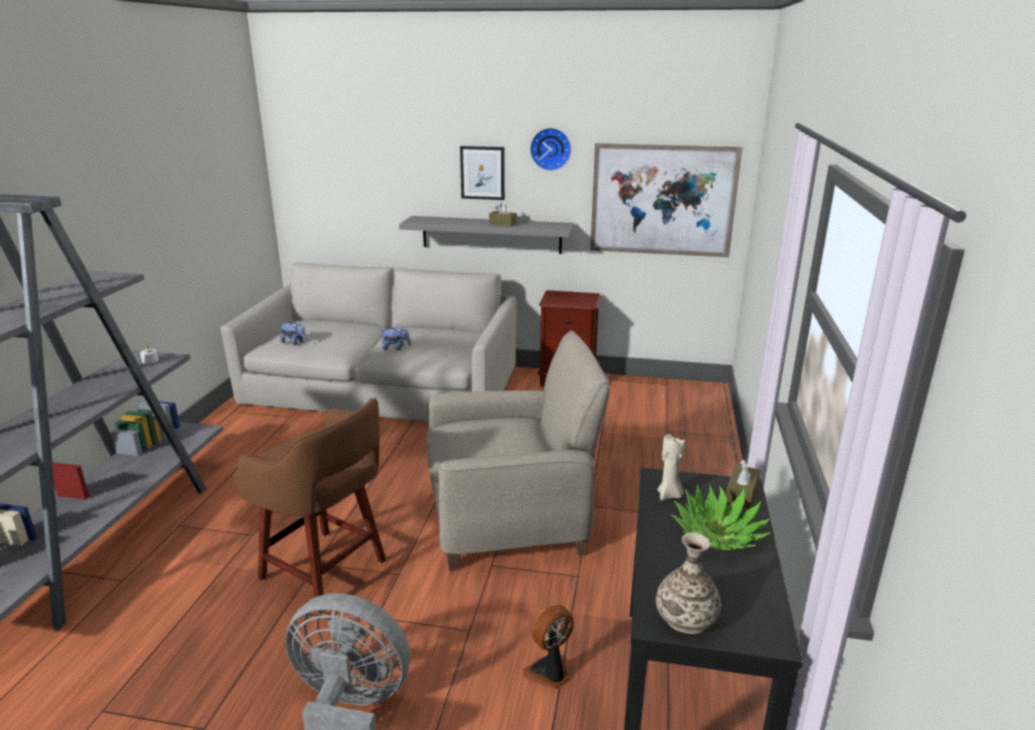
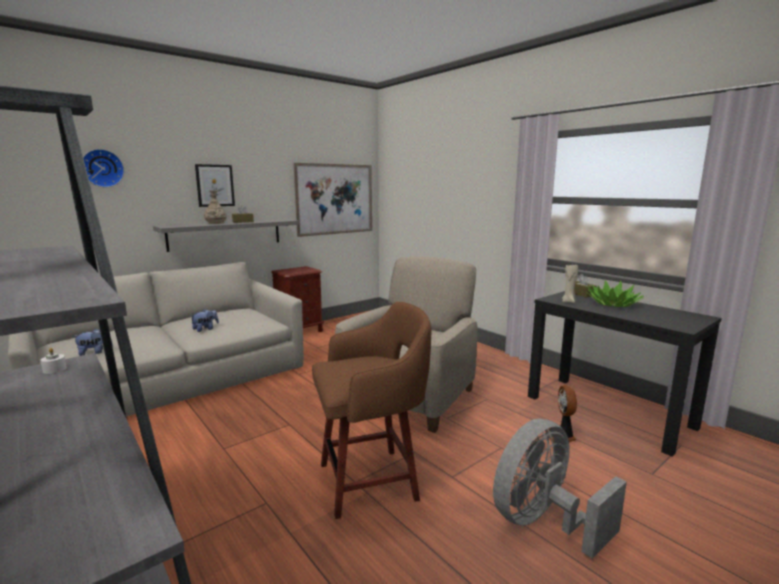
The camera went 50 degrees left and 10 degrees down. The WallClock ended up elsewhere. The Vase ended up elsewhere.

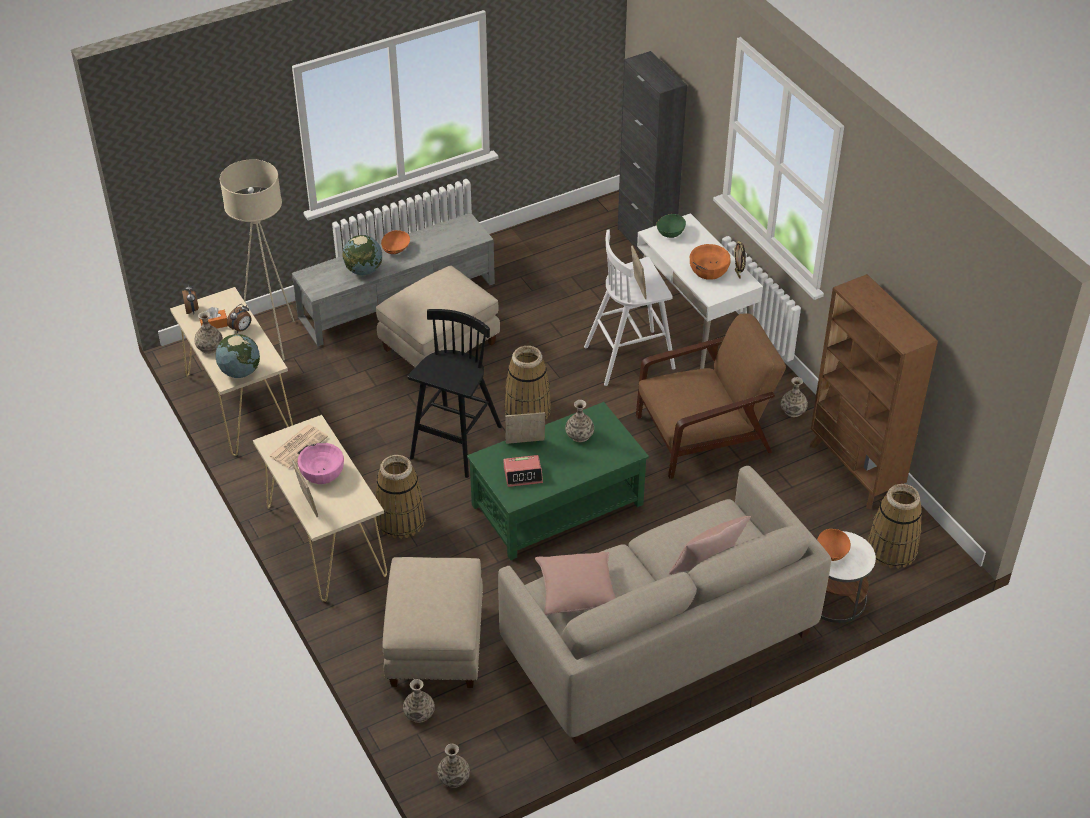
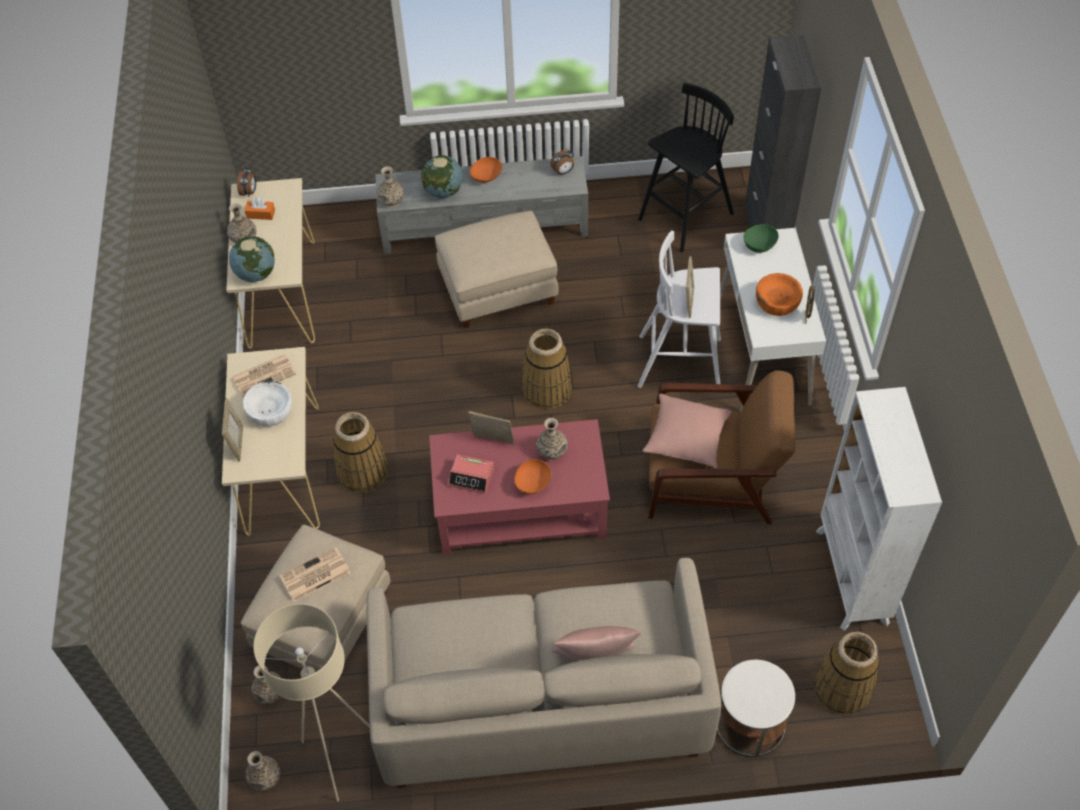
The camera went 25 degrees right and 10 degrees up. The BeigeFloorLamp ended up elsewhere. What was the BrownBookcase turned into the WhiteBookcase. The AlarmClock (2nd from left in the first image) ended up elsewhere. The BlackStool ended up elsewhere. The Vase (5th from left in the first image) ended up elsewhere. What was the GreenCoffeeTable turned into the RedCoffeeTable. What was the PinkBowl turned into the WhiteBowl. The OrangeBowl (3rd from left in the first image) ended up elsewhere. The PinkPillow (1st from left in the first image) ended up elsewhere. The second view gained the Newspaper (2nd from left).

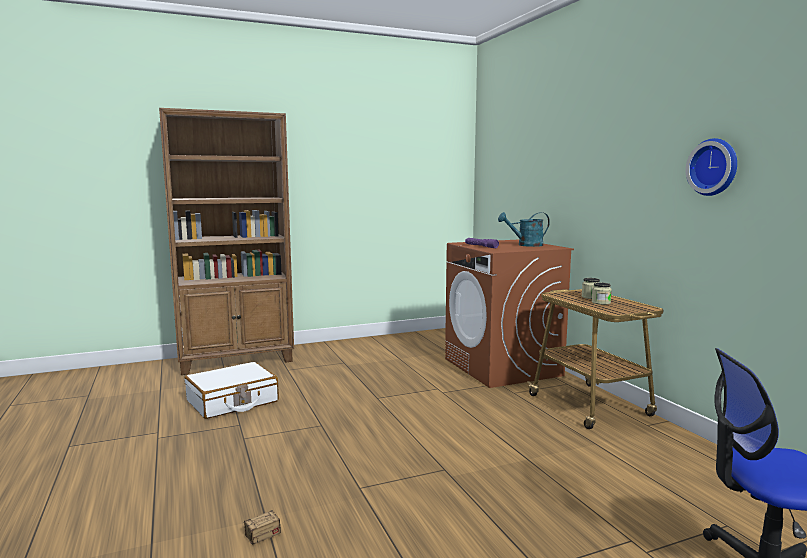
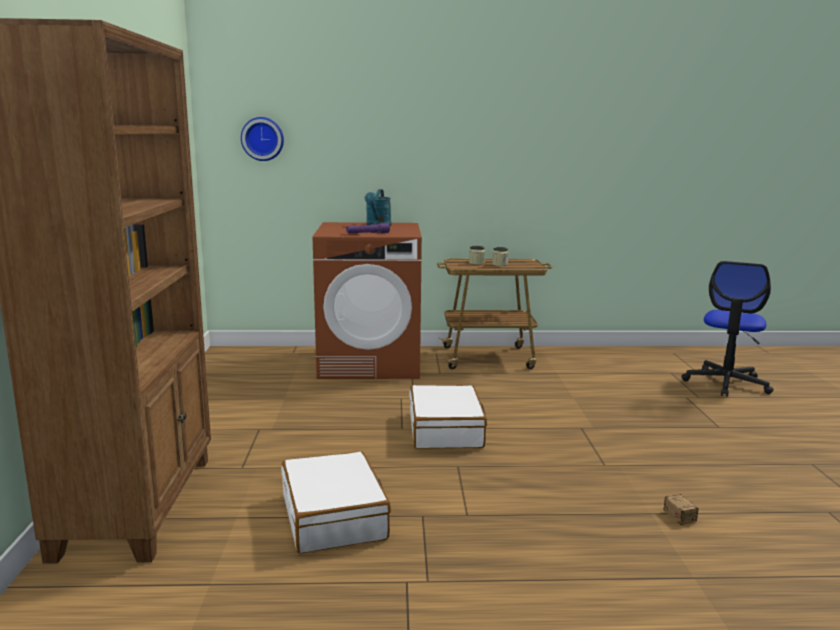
The camera went 70 degrees left and 5 degrees up. The WallClock ended up elsewhere. The second view gained the WhiteSuitcase (2nd from left).

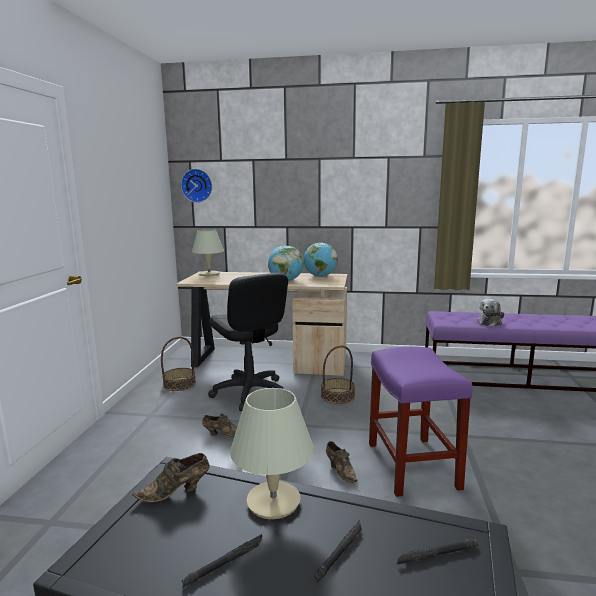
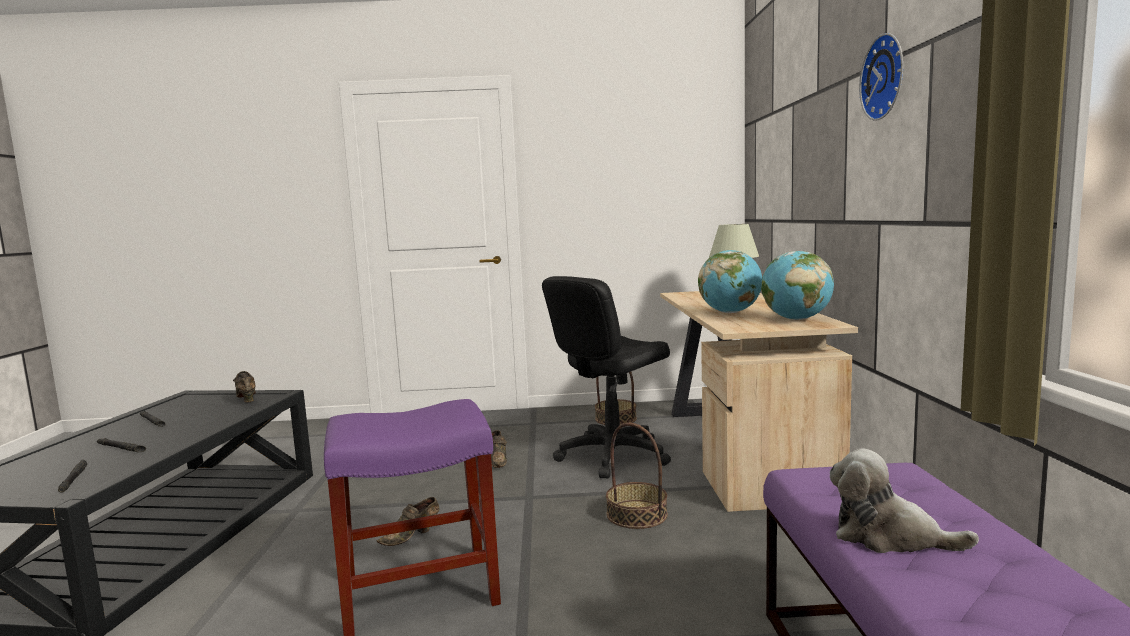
The camera went 80 degrees right and 5 degrees down. The WallClock ended up elsewhere. The second view lost the BeigeTableLamp (2nd from left).

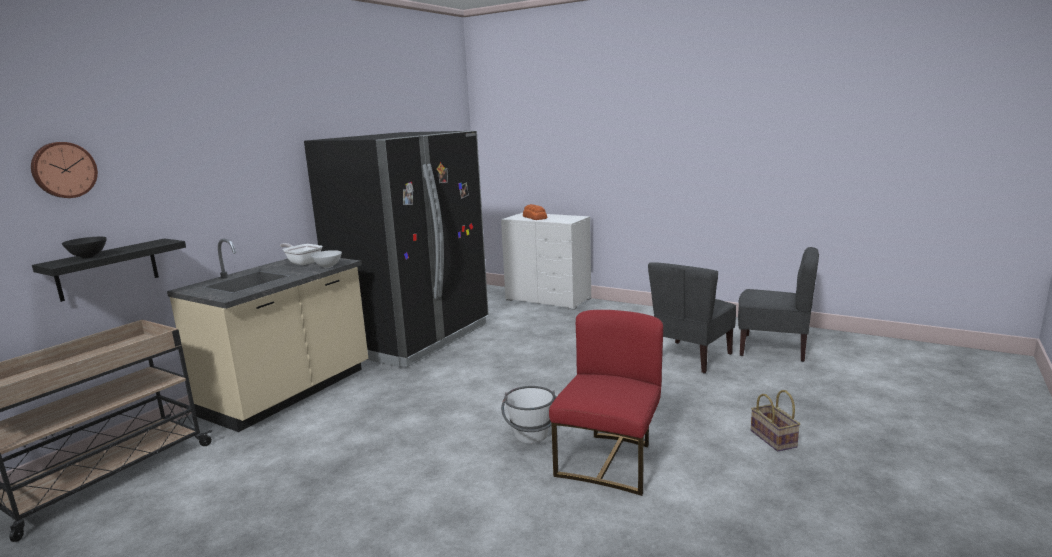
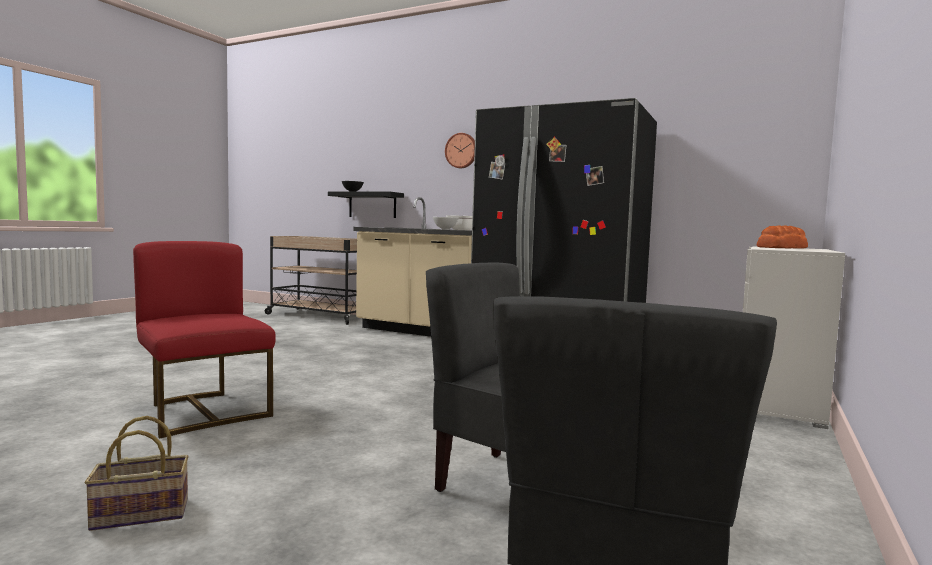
The camera went 85 degrees right and 10 degrees down. The WallClock ended up elsewhere. The RedChair ended up facing another way, 150 degrees counterclockwise from before. The second view lost the WhiteBucket.

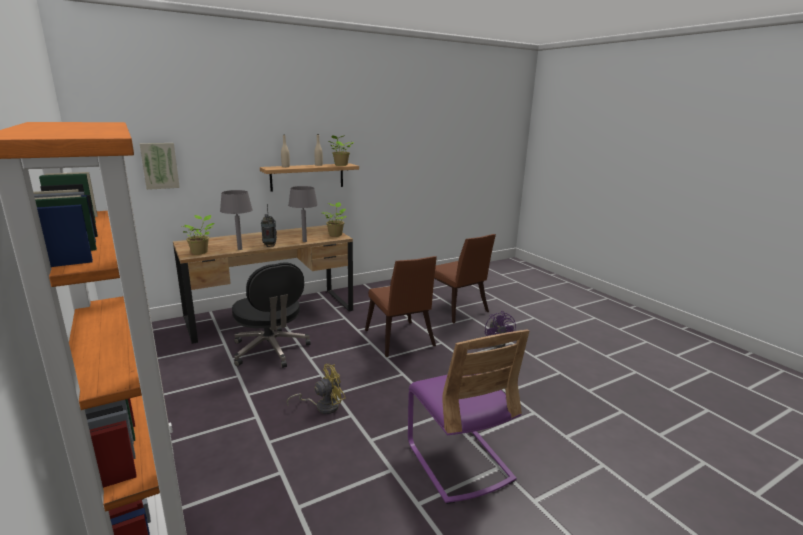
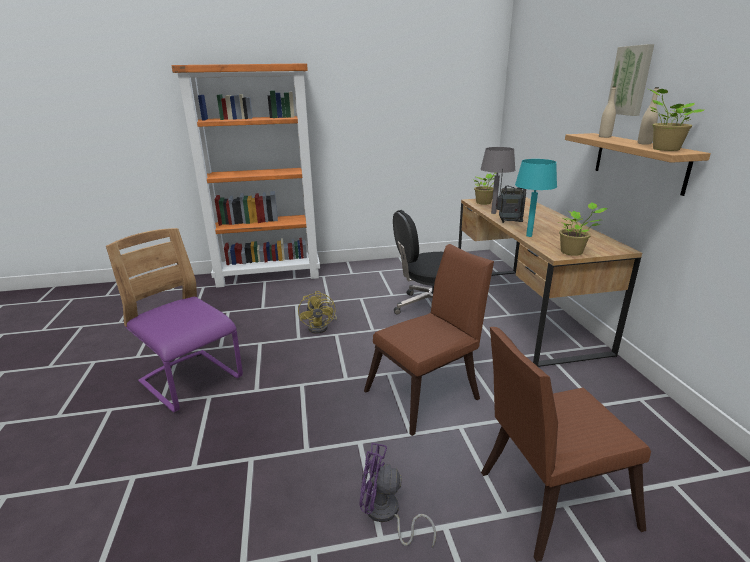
The camera went 110 degrees right and 5 degrees up. The Picture ended up elsewhere. What was the GreyTableLamp (2nd from left) turned into the TurquoiseTableLamp. The BrownChair (1st from left) ended up facing another way, 150 degrees clockwise from before. The PurpleChair ended up facing another way, 45 degrees clockwise from before.

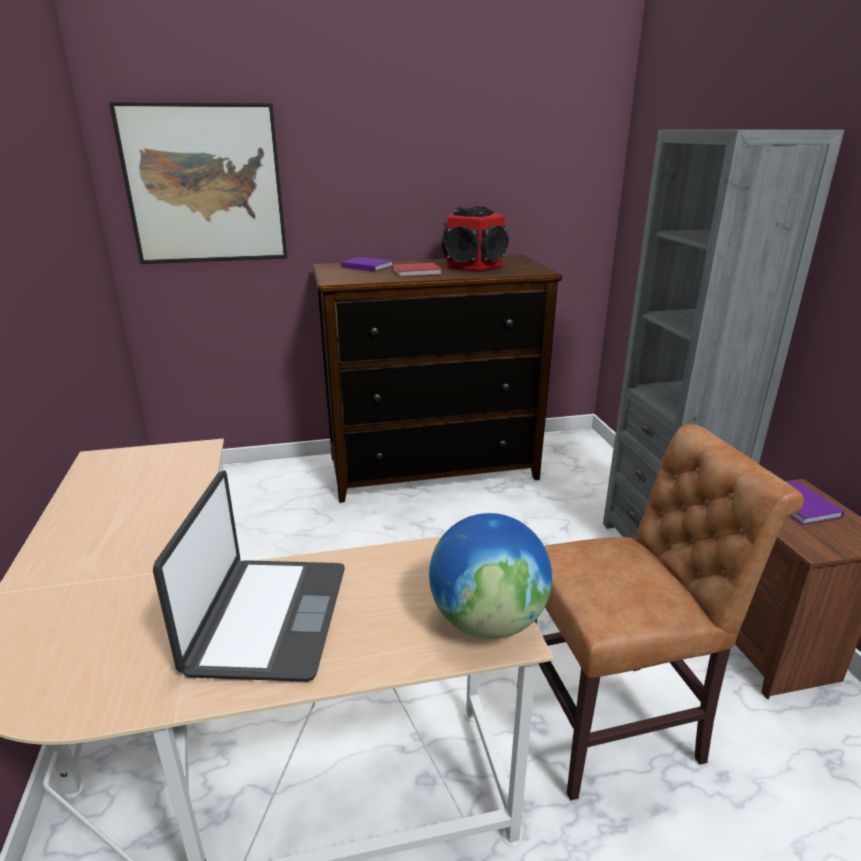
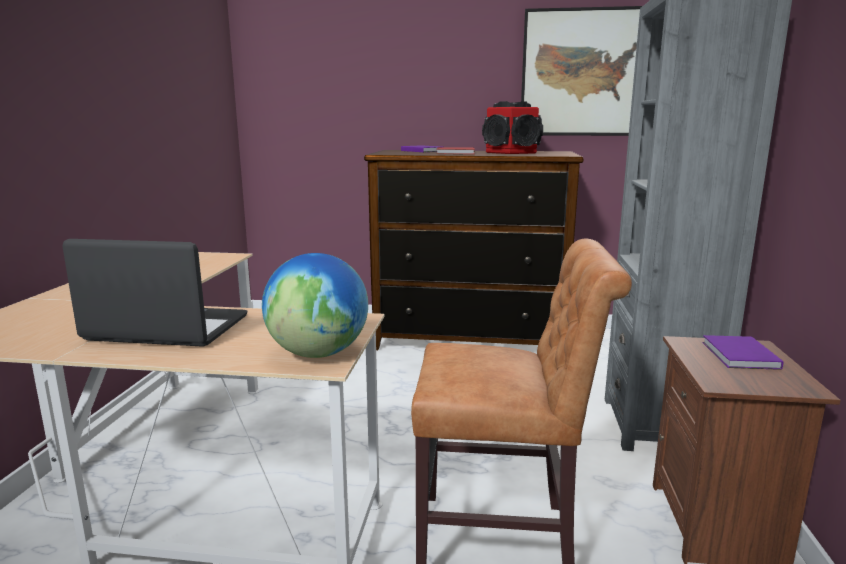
The camera went 20 degrees right and 10 degrees down. The Picture ended up elsewhere. The Laptop ended up facing another way, 105 degrees counterclockwise from before.

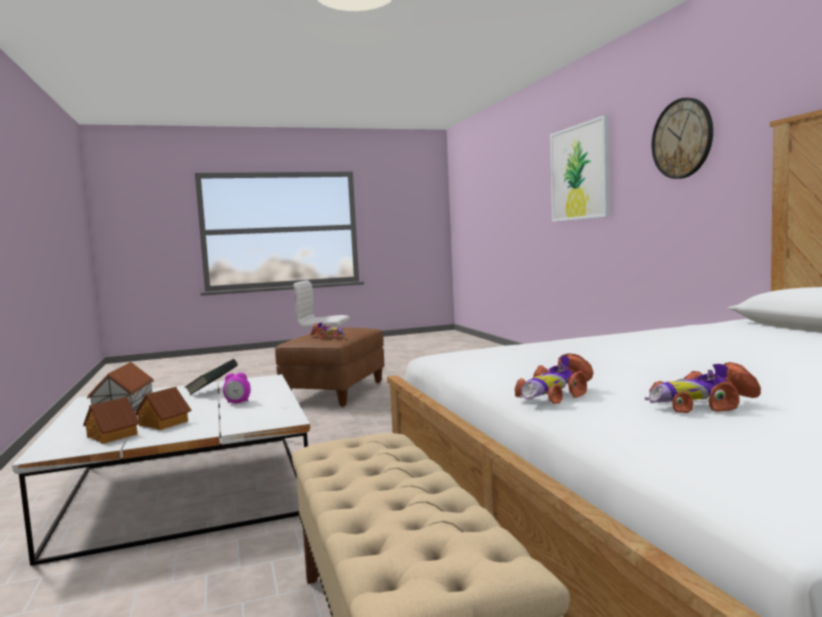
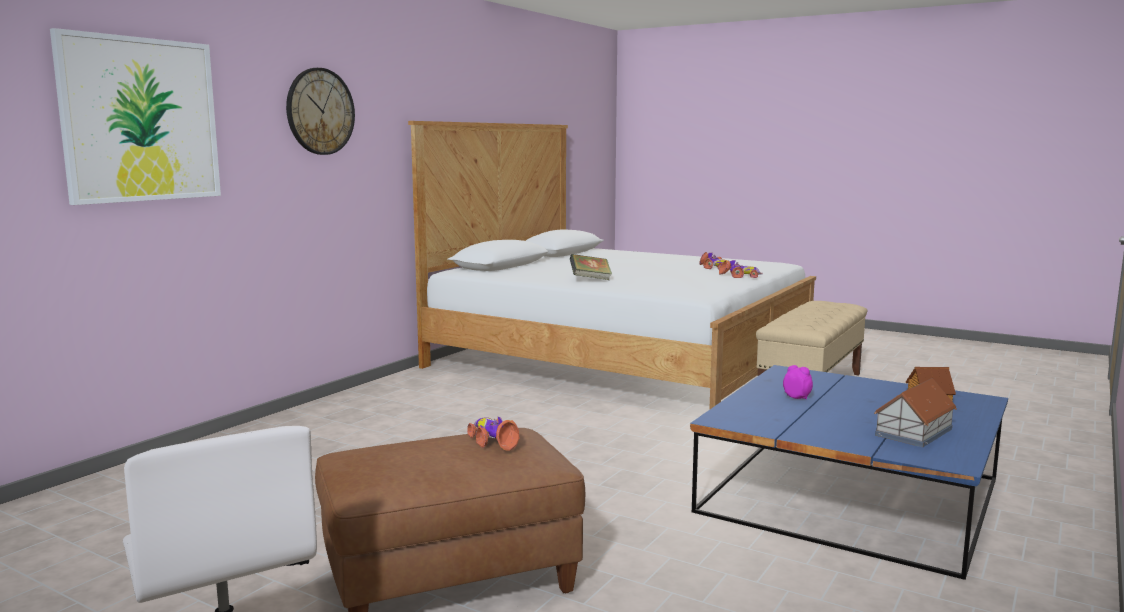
The camera went 130 degrees left and 5 degrees up. The Book ended up elsewhere. What was the WhiteCoffeeTable turned into the BlueCoffeeTable. The second view lost the ToyHouse (3rd from left).

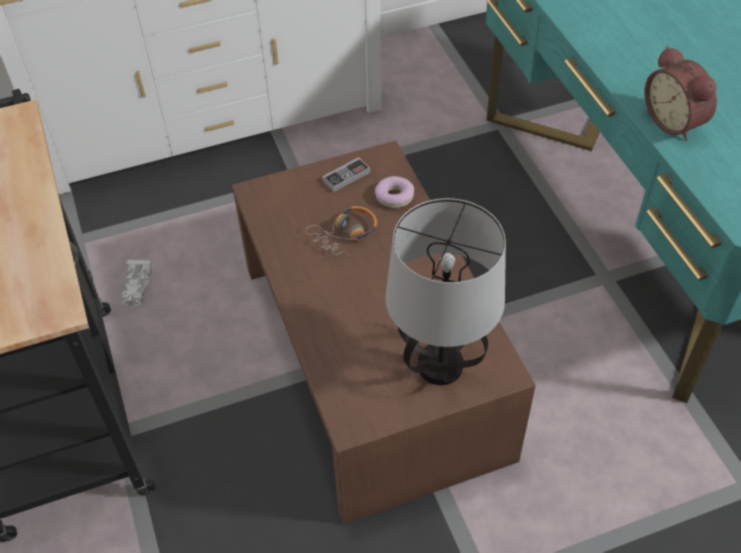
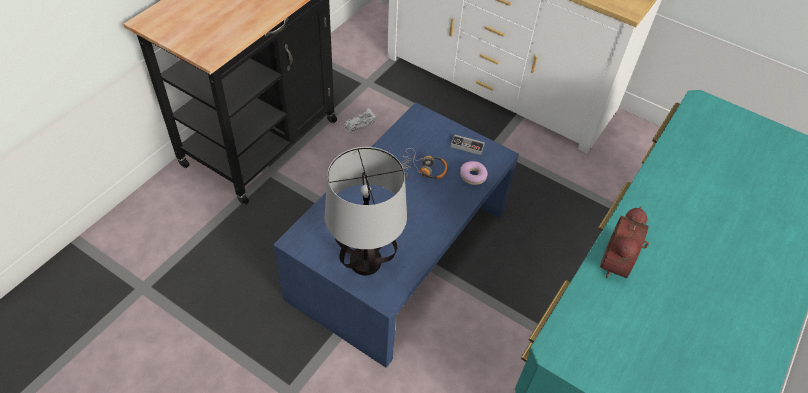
The camera went 50 degrees right and 0 degrees up. What was the BrownCoffeeTable turned into the BlueCoffeeTable.

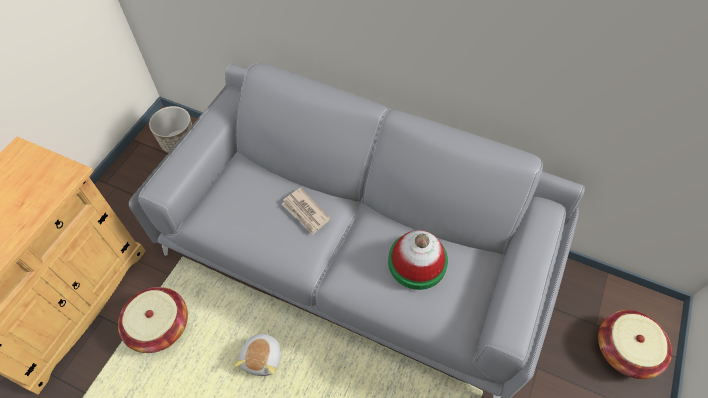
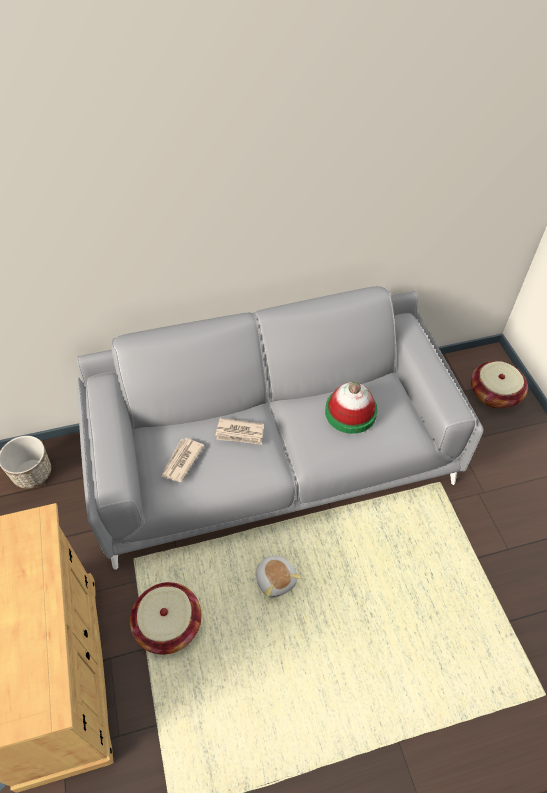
The camera went 40 degrees left and 5 degrees down. The second view gained the Newspaper (1st from left).

